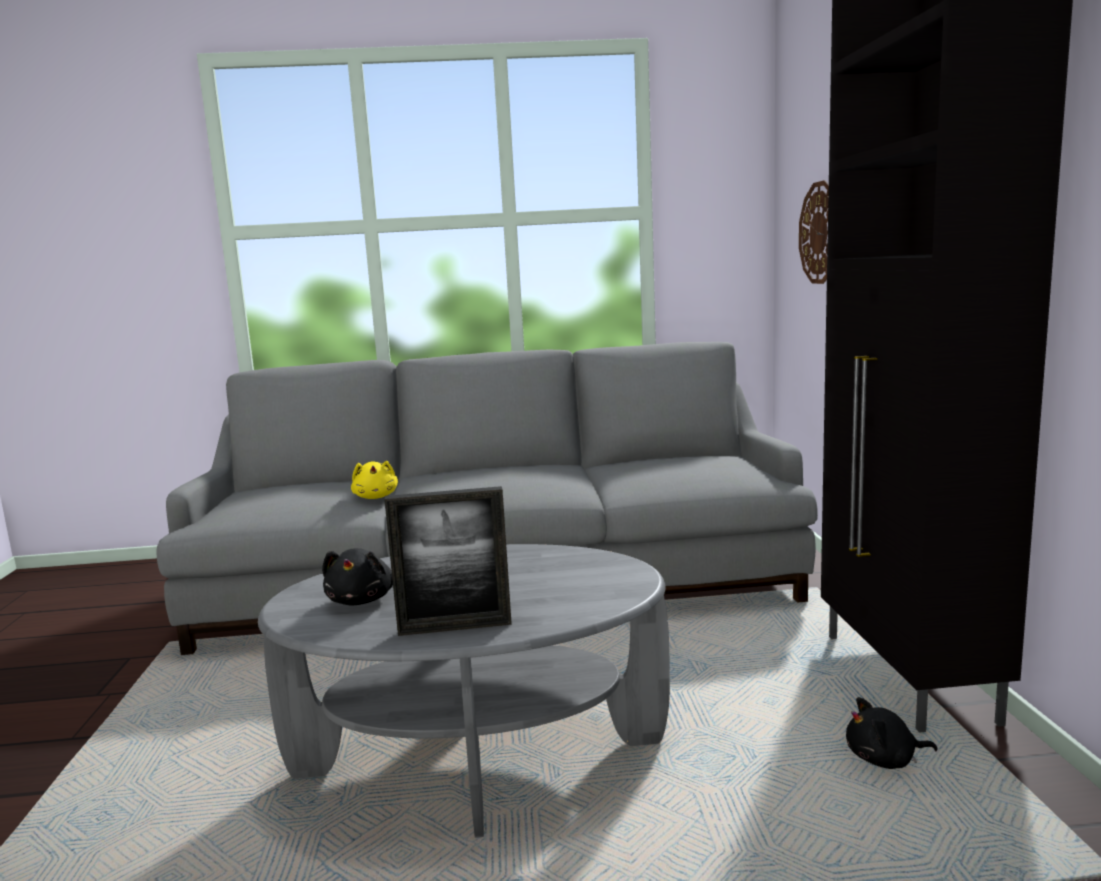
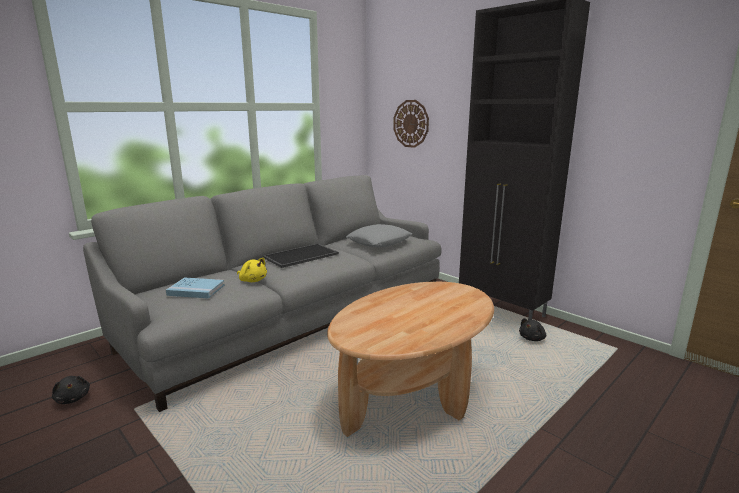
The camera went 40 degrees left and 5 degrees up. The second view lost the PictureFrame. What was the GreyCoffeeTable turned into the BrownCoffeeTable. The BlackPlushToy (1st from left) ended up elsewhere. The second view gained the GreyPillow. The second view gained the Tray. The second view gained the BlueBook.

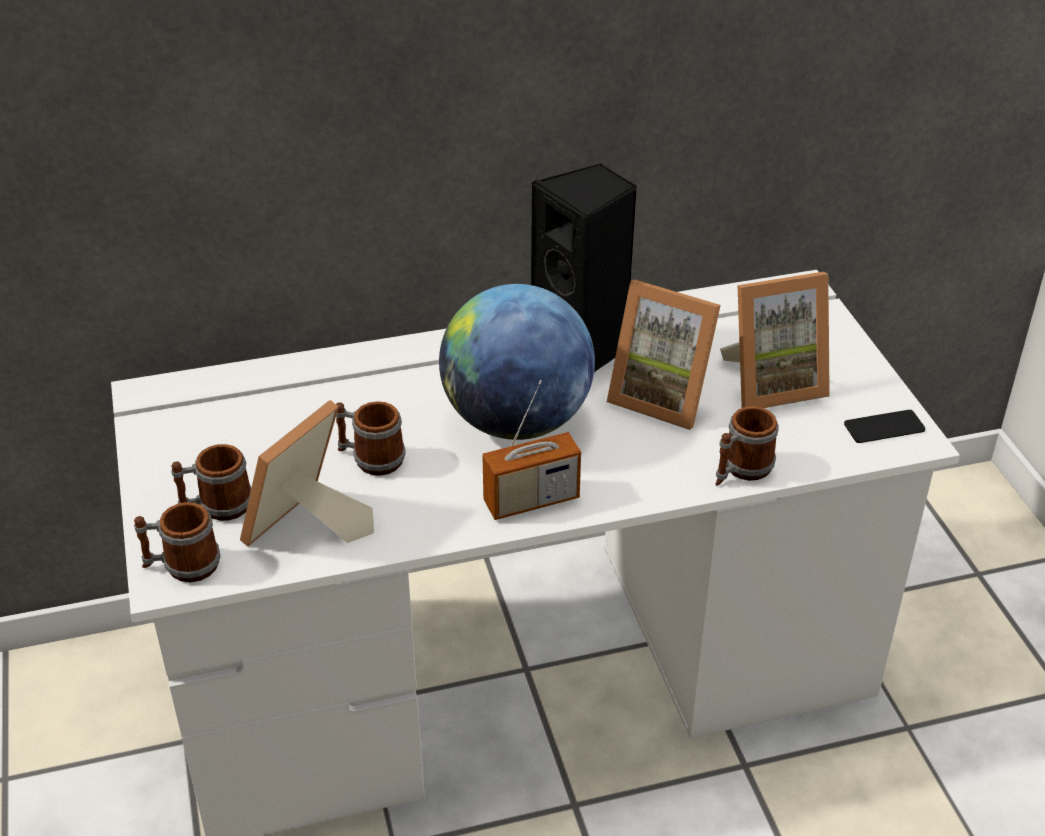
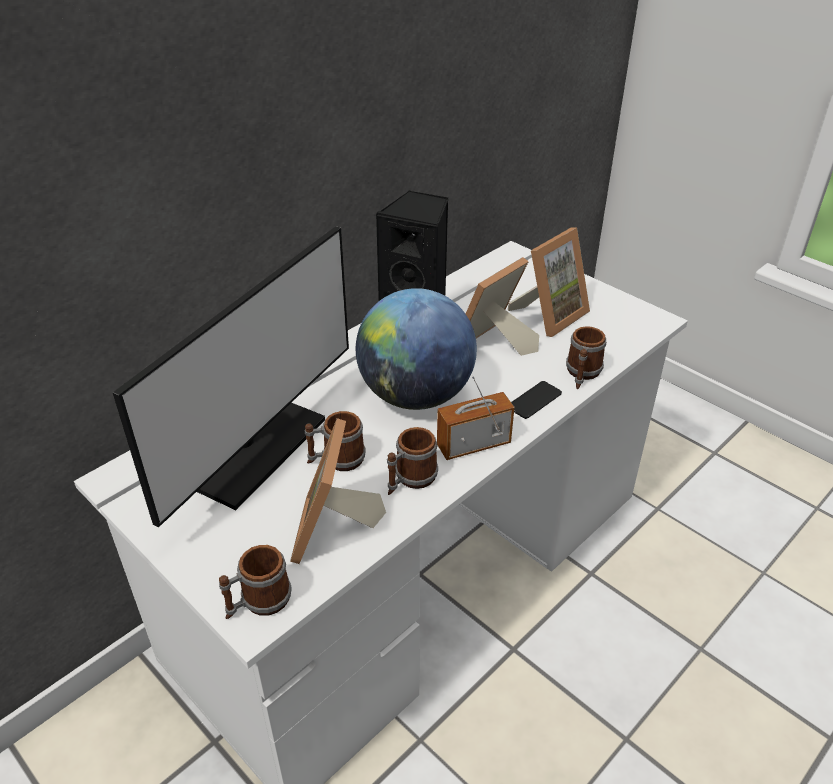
The camera went 30 degrees left and 0 degrees up. The PictureFrame (2nd from left) ended up facing another way, 135 degrees clockwise from before. The Radio ended up facing another way, 150 degrees counterclockwise from before. The Phone ended up elsewhere. The Mug (2nd from left in the first image) ended up elsewhere. The second view gained the Monitor.

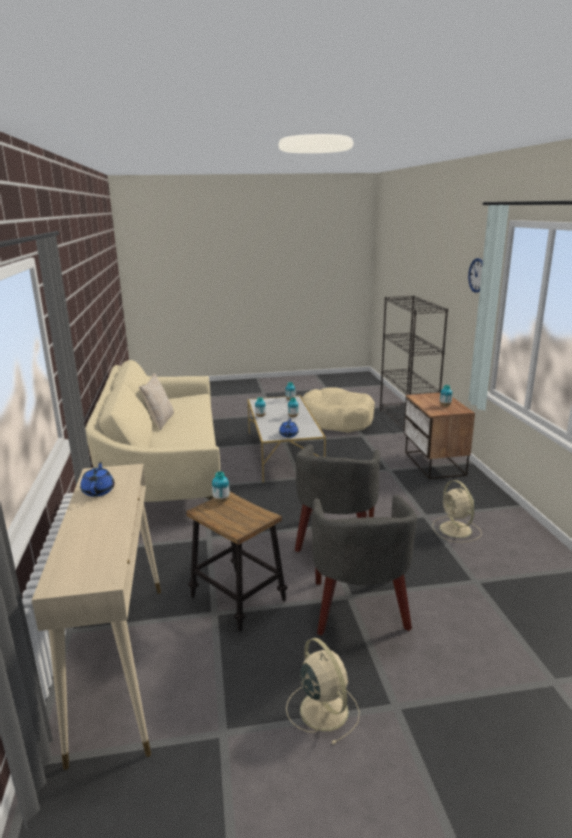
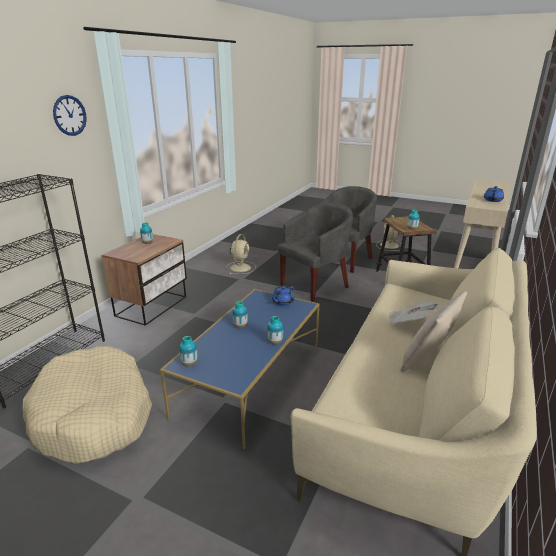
The camera went 145 degrees left and 5 degrees up. What was the WhiteCoffeeTable turned into the BlueCoffeeTable. The second view gained the Newspaper.

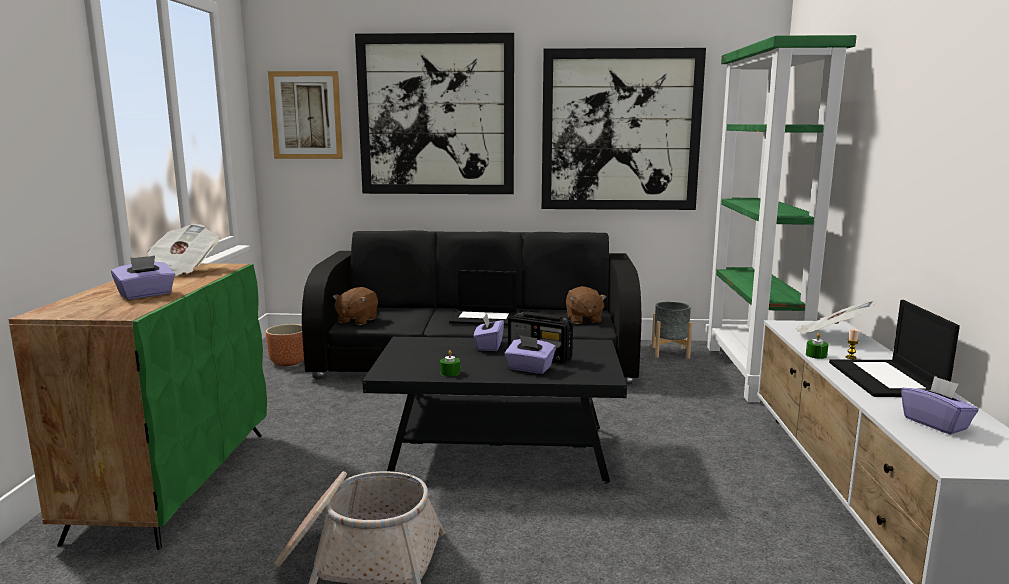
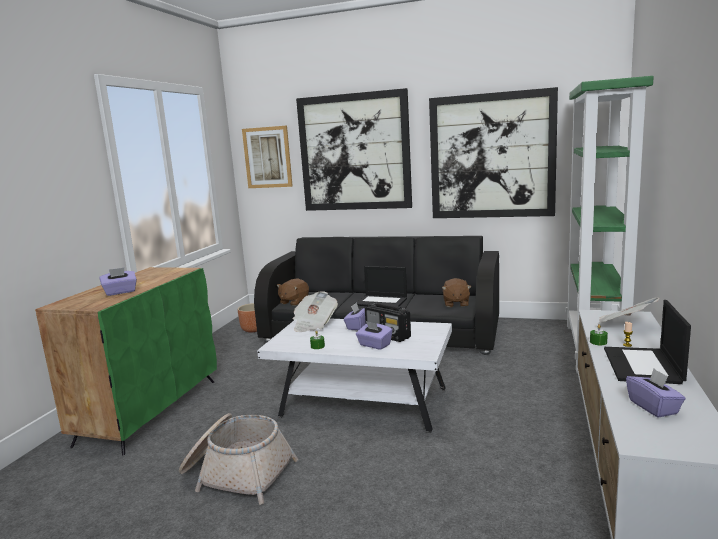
The camera went 15 degrees right and 0 degrees up. The Newspaper (1st from left) ended up elsewhere. The second view lost the GreyPlanter. What was the BlackCoffeeTable turned into the WhiteCoffeeTable.

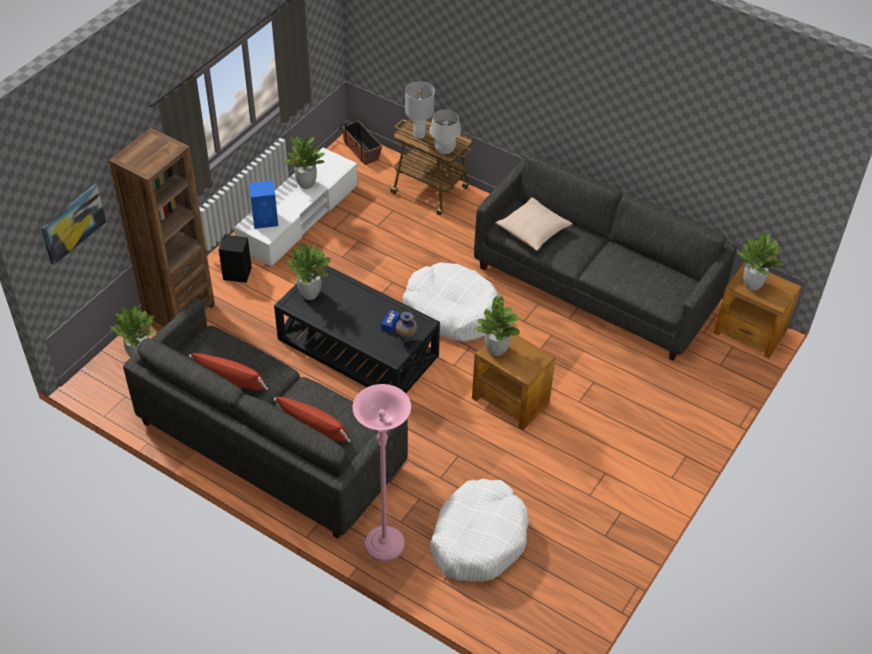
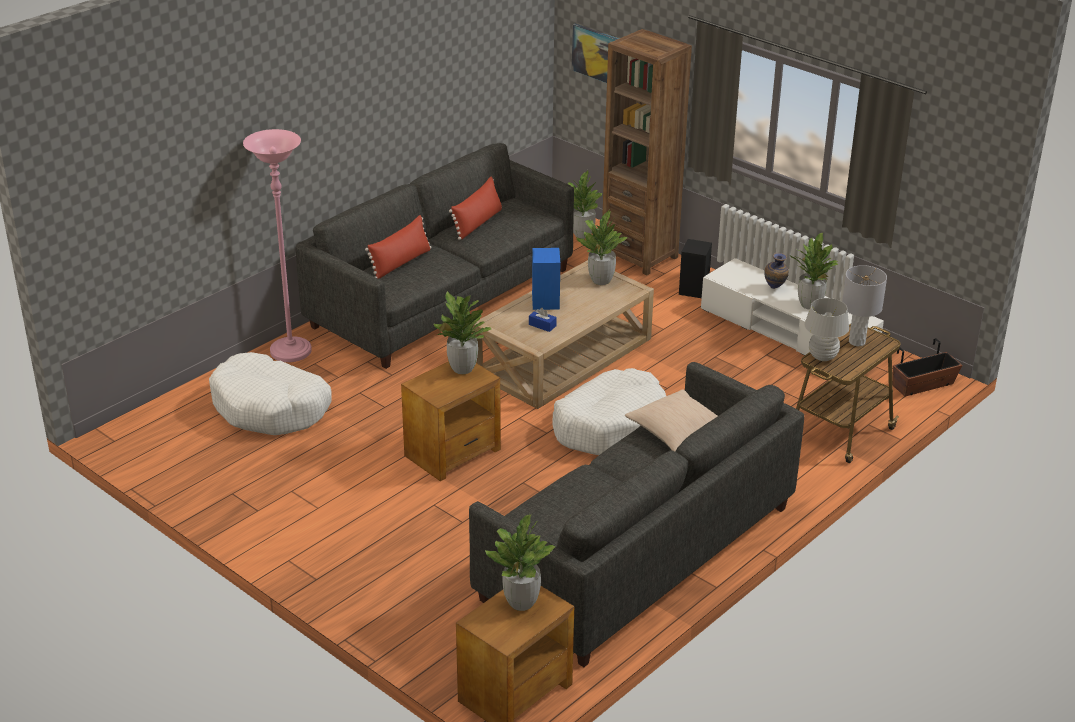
The camera went 100 degrees right and 15 degrees down. The BlueSpeaker ended up elsewhere. What was the BlackCoffeeTable turned into the BeigeCoffeeTable. The Vase ended up elsewhere.

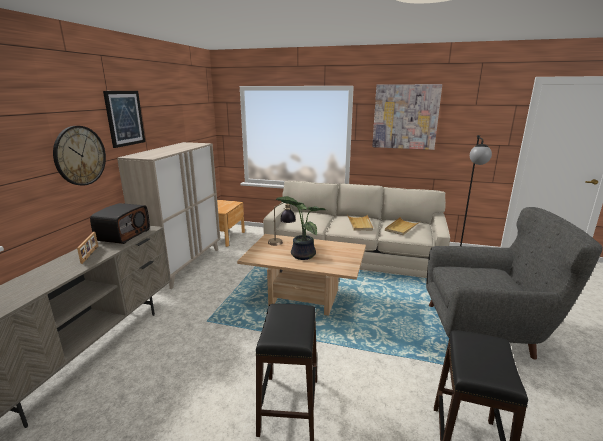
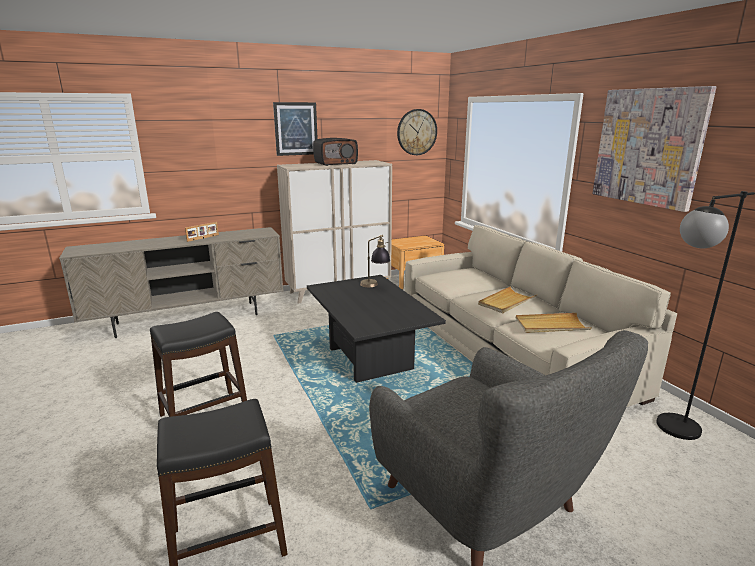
The camera went 50 degrees right and 0 degrees up. The WallClock ended up elsewhere. The second view lost the PottedPlant. The Radio ended up elsewhere. What was the BeigeCoffeeTable turned into the BlackCoffeeTable.

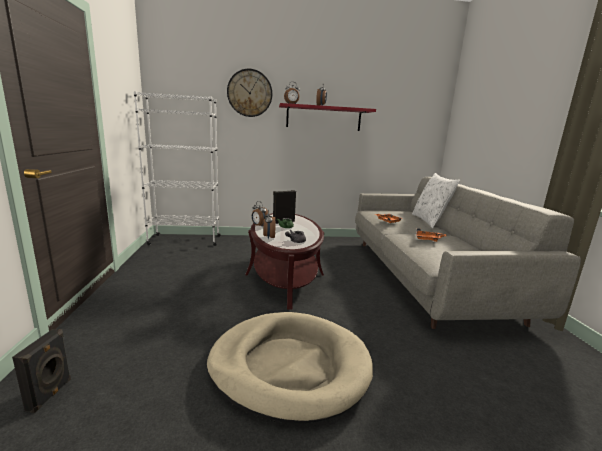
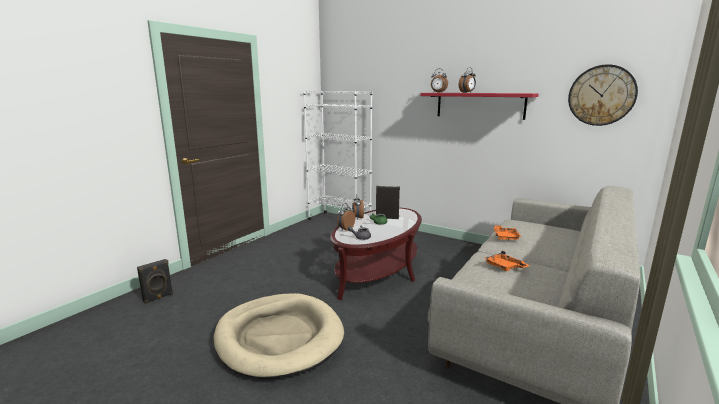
The camera went 40 degrees right and 0 degrees up. The WallClock ended up elsewhere. The second view lost the WhitePillow.

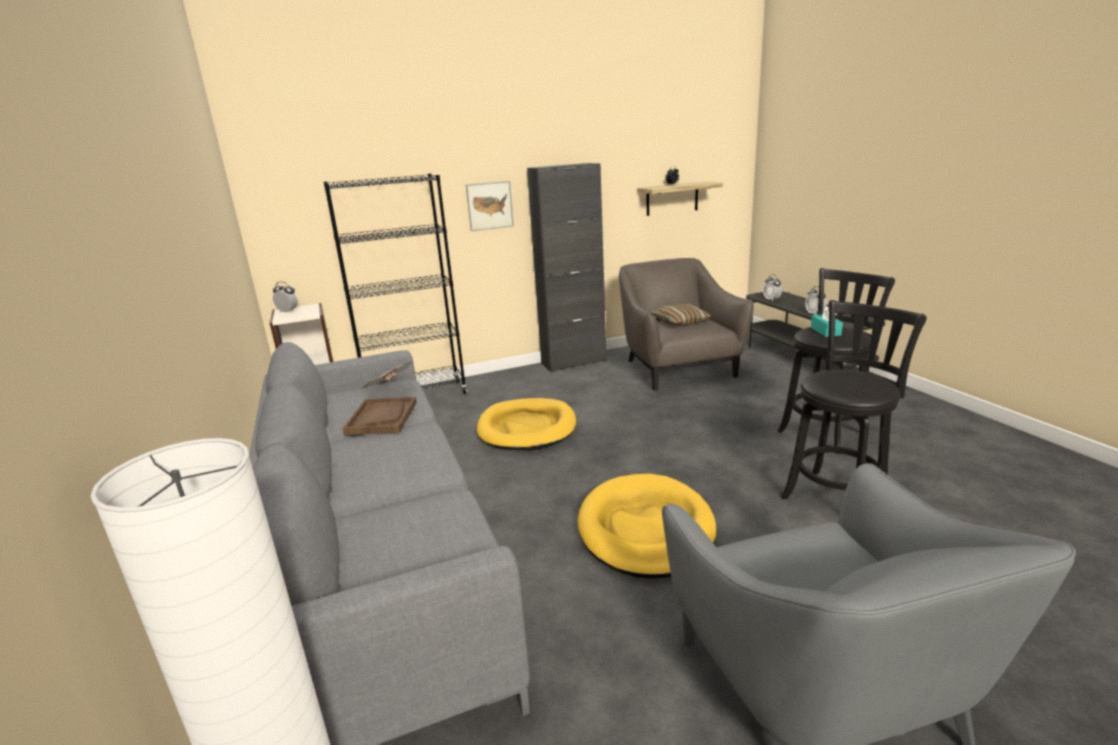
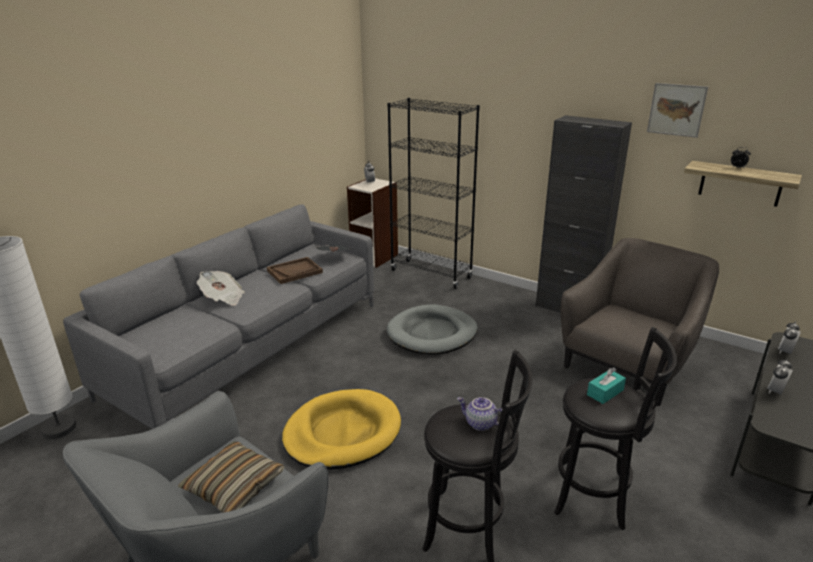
The camera went 55 degrees right and 5 degrees up. The Picture ended up elsewhere. The Pillow ended up elsewhere. What was the YellowDogBed (1st from left) turned into the GreyDogBed. The second view gained the Newspaper (1st from left). The second view gained the Teapot.

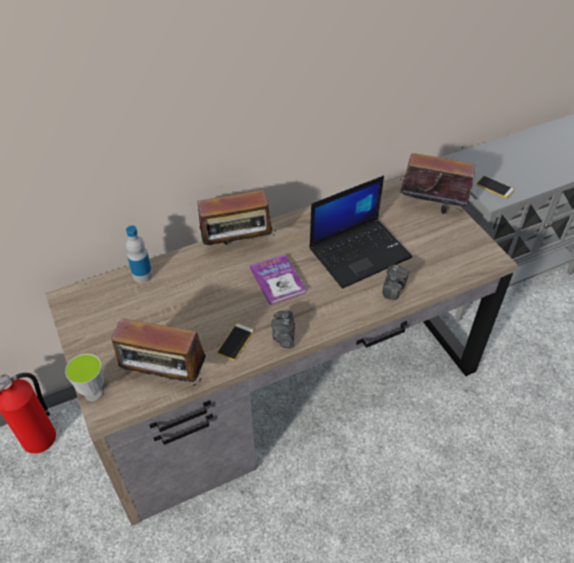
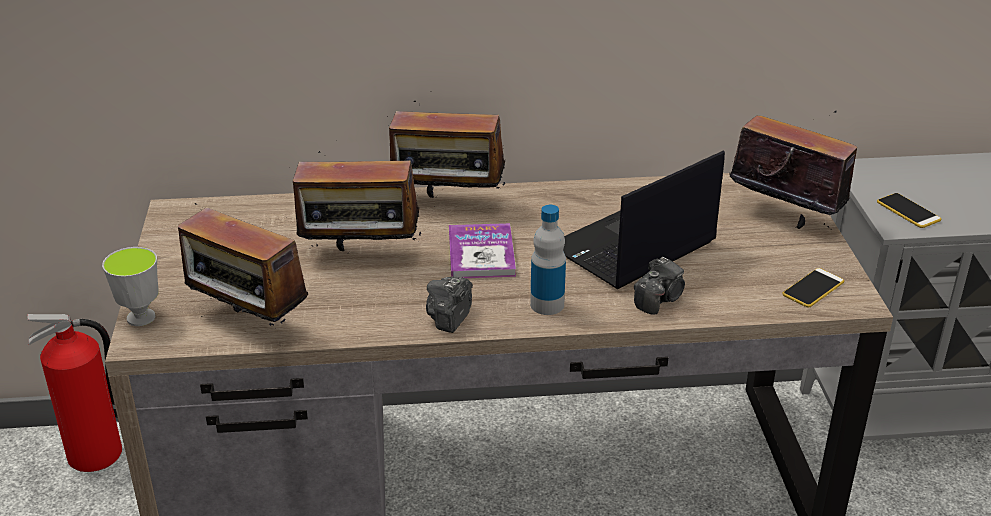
The camera went 20 degrees right and 15 degrees down. The Laptop ended up facing another way, 150 degrees clockwise from before. The Bottle ended up elsewhere. The Phone (1st from left) ended up elsewhere. The second view gained the Radio (2nd from left).

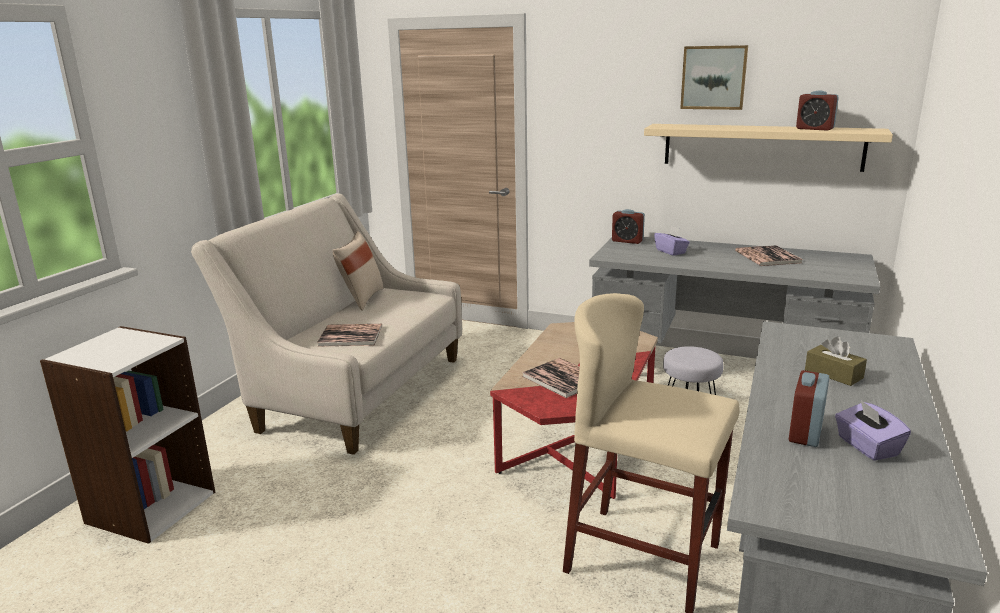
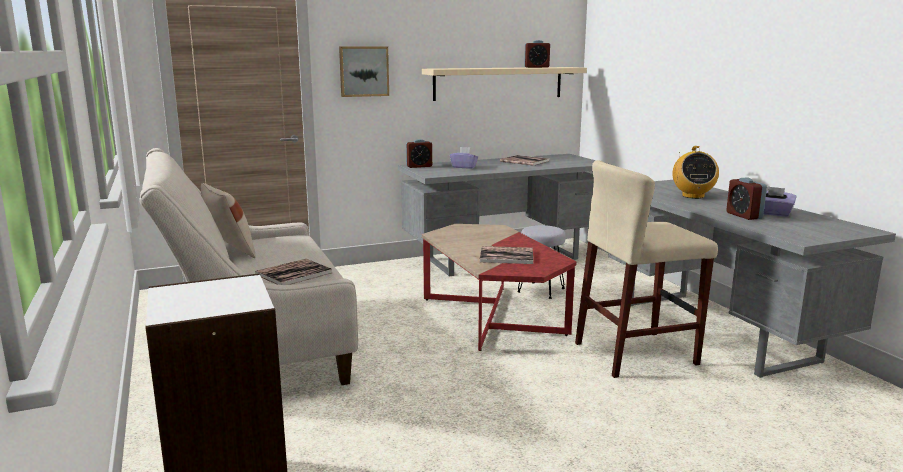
The camera went 45 degrees left and 5 degrees down. The Picture ended up elsewhere. Where the BrownTissueBox stood, the Radio came to stand.

